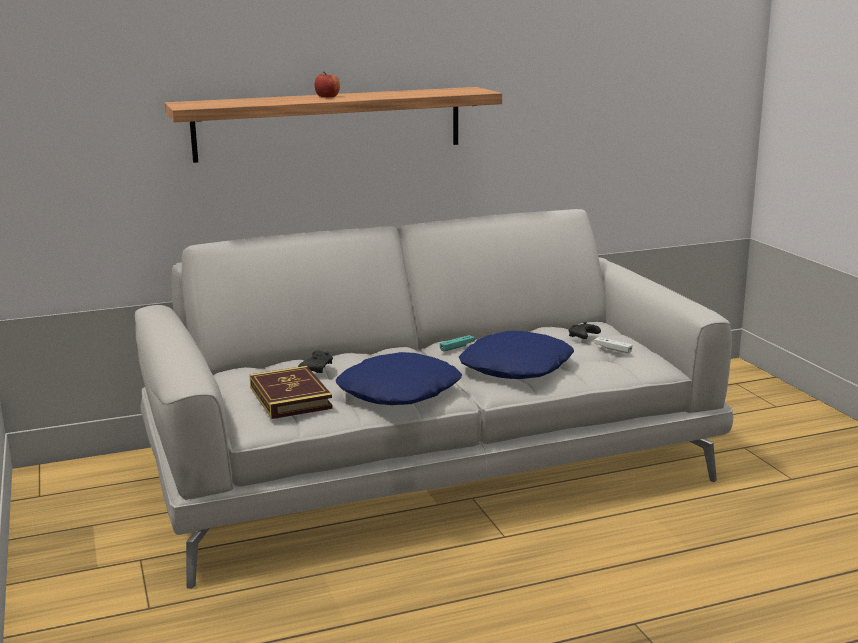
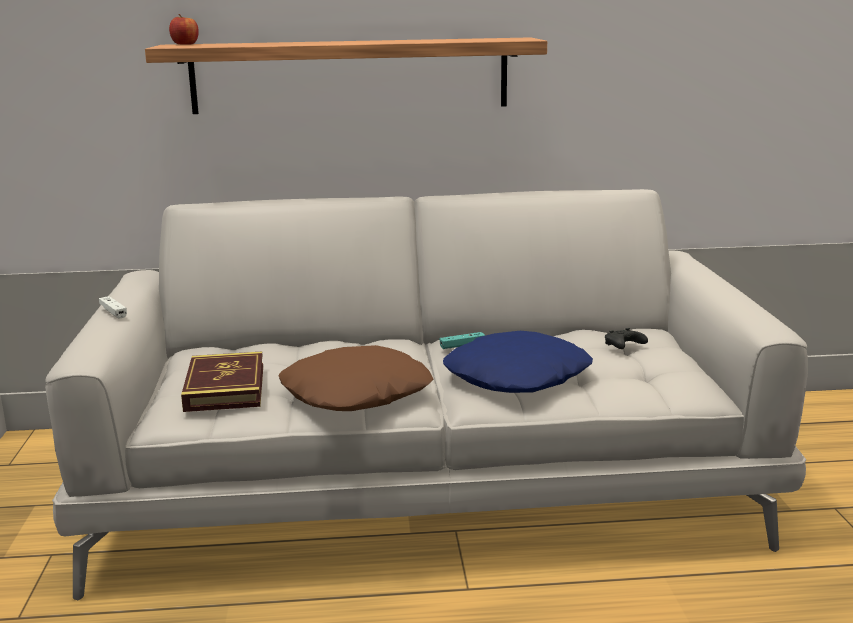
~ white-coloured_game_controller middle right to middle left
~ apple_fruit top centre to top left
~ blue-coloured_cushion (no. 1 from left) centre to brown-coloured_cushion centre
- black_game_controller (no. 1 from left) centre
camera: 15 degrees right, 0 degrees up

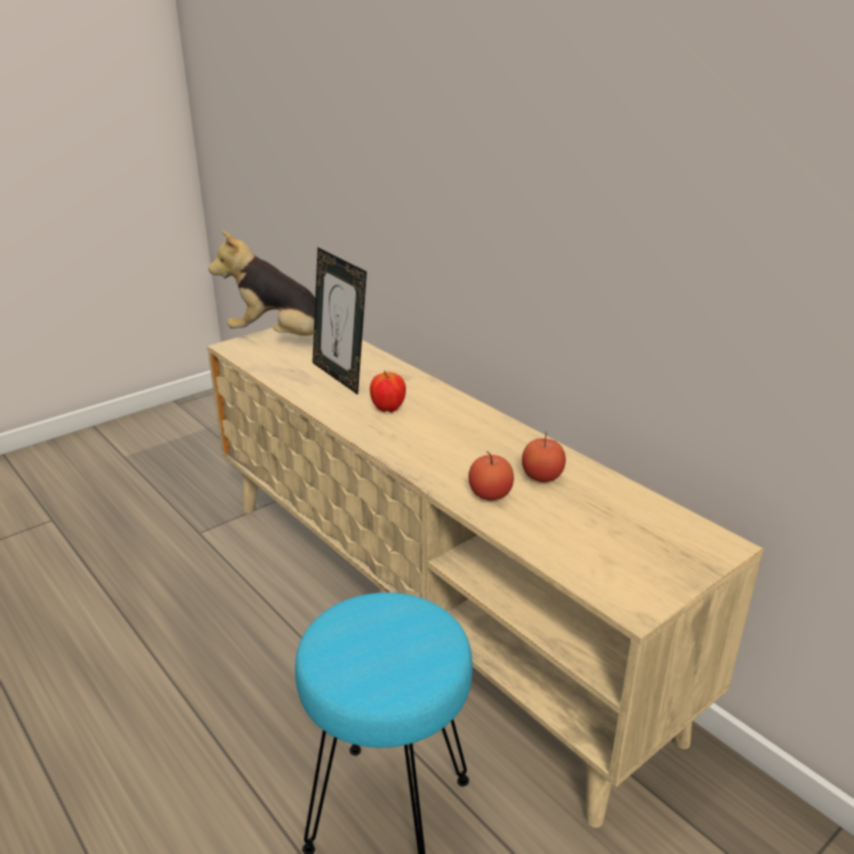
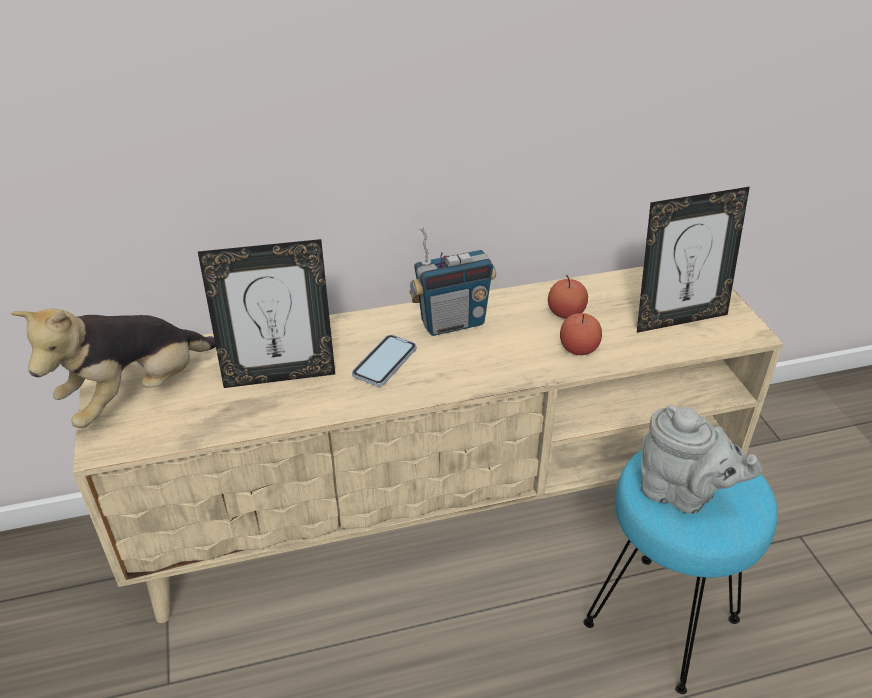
~ apple_fruit (no. 1 from left) centre to telephone centre
+ radio_set centre
+ standing_frame (no. 2 from left) middle right
+ gray_pot_for_tea middle right
camera: 65 degrees left, 10 degrees up

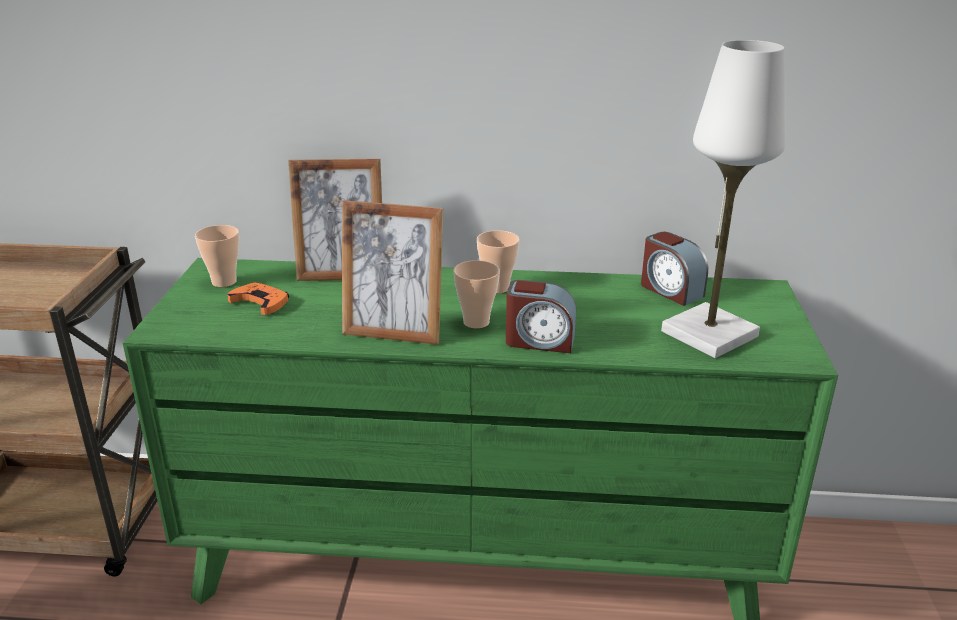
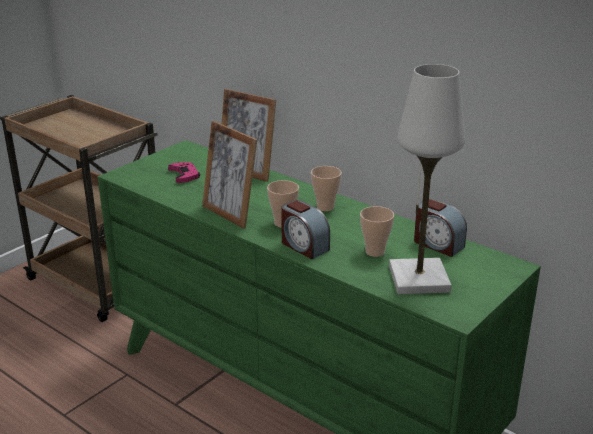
~ orangey_game_controller middle left to pink-coloured_game_controller middle left
~ cup (no. 1 from left in the first image) middle left to cup (no. 3 from left) centre
~ table_clock (no. 2 from left) middle right = middle right 45 degrees counterclockwise
camera: 35 degrees right, 0 degrees up

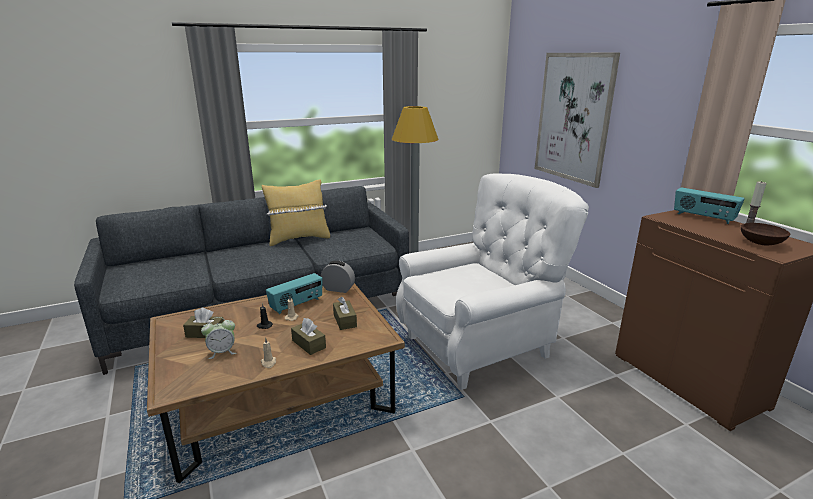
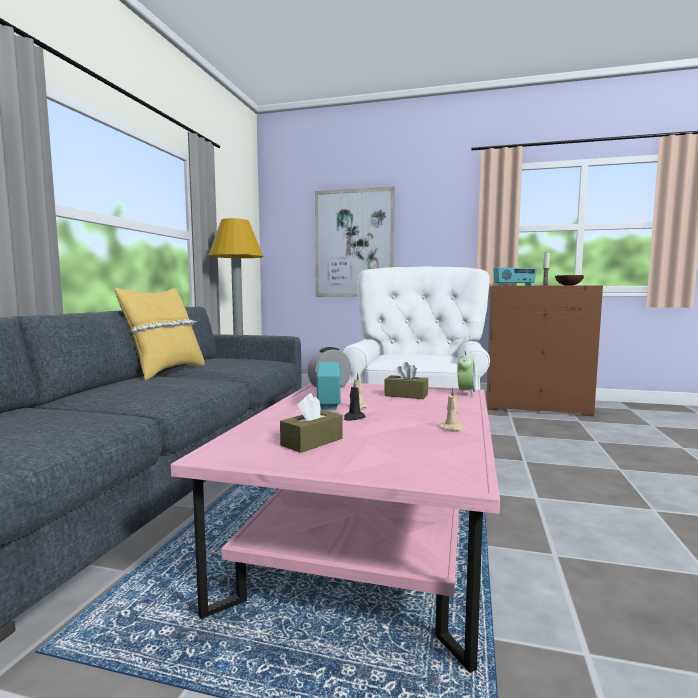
~ brown-coloured_low_table bottom centre to pink-coloured_low_table bottom centre
~ table_clock (no. 1 from left in the first image) bottom left to table_clock (no. 2 from left) middle right
- brown-coloured_box_of_tissues (no. 2 from left) bottom centre
camera: 50 degrees left, 15 degrees down

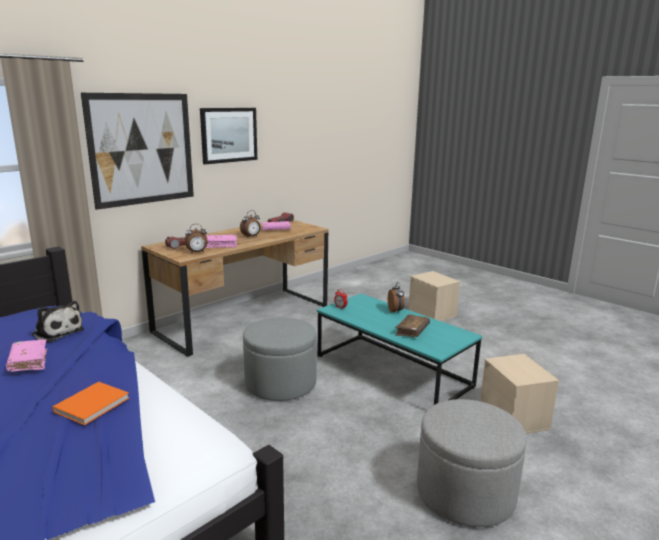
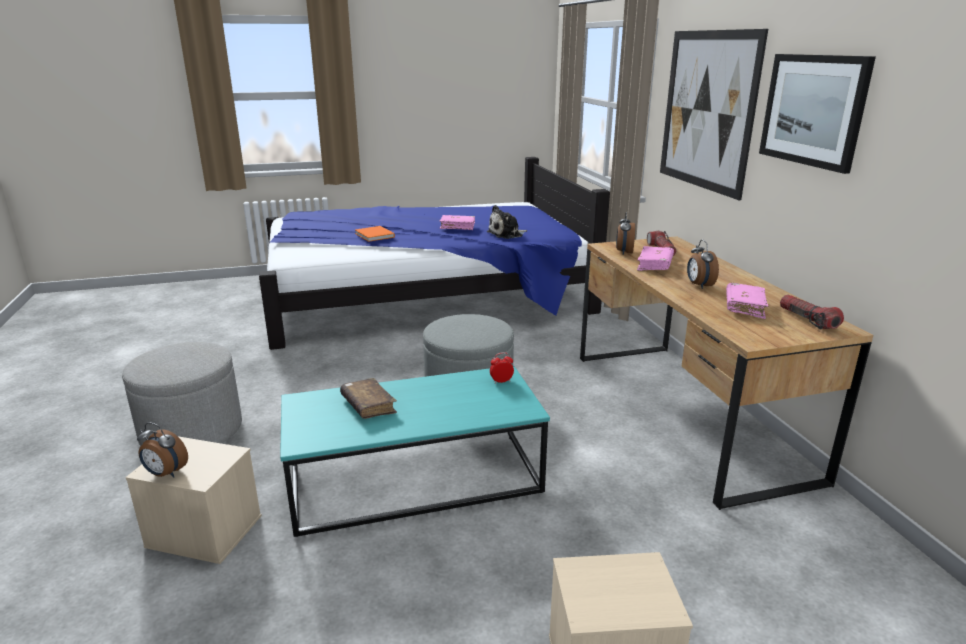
~ table_clock (no. 4 from left in the first image) centre to table_clock (no. 1 from left) bottom left
camera: 120 degrees right, 5 degrees up

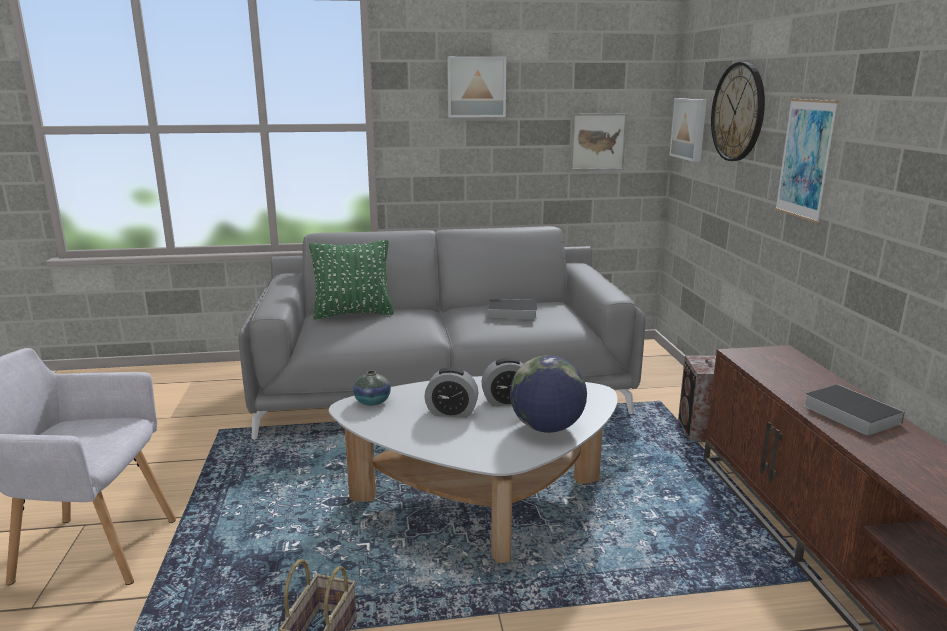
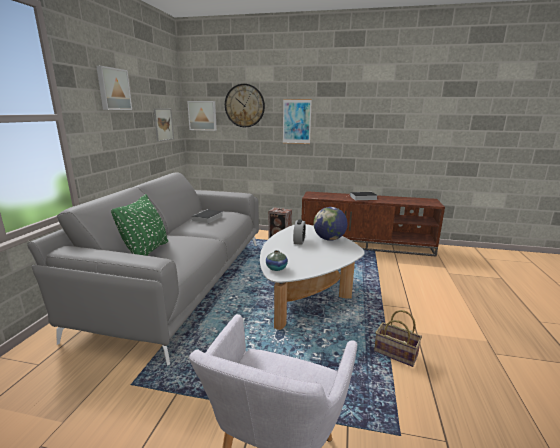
- table_clock (no. 1 from left) centre
camera: 70 degrees left, 0 degrees up

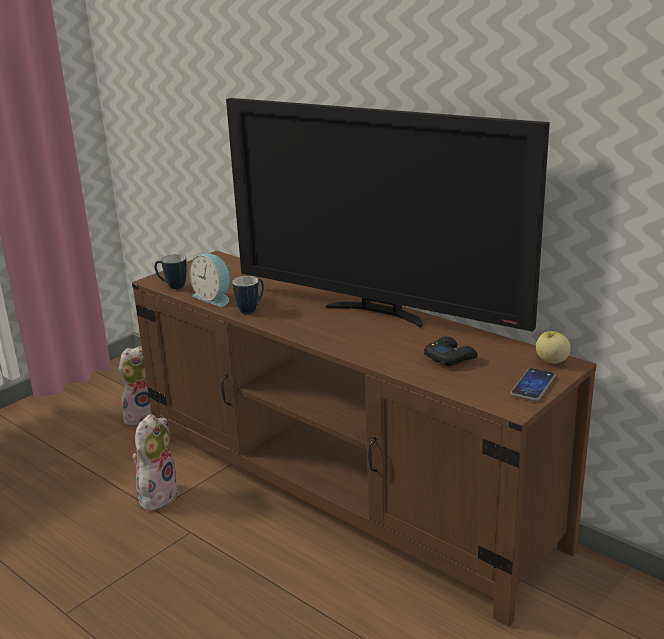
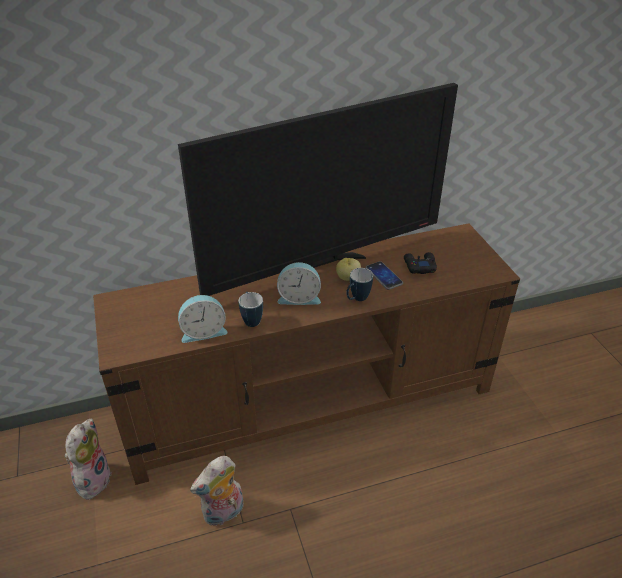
~ soft_toy (no. 2 from left) bottom left = bottom centre 90 degrees counterclockwise
+ table_clock (no. 2 from left) centre
~ apple_fruit middle right to centre
~ mug (no. 1 from left in the first image) middle left to mug (no. 2 from left) centre
~ telephone middle right to centre
camera: 60 degrees left, 15 degrees up

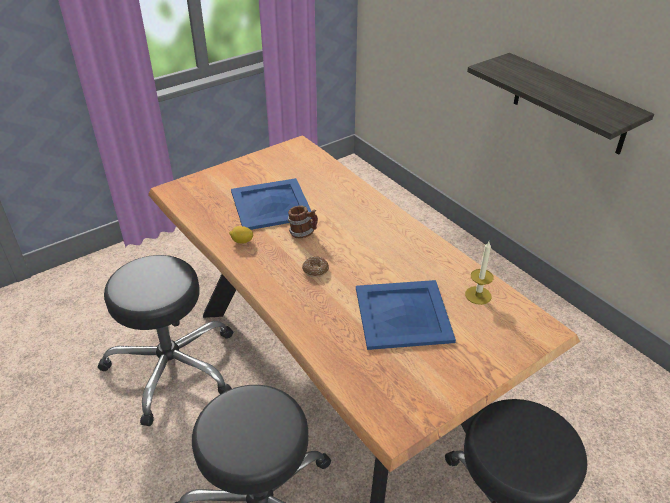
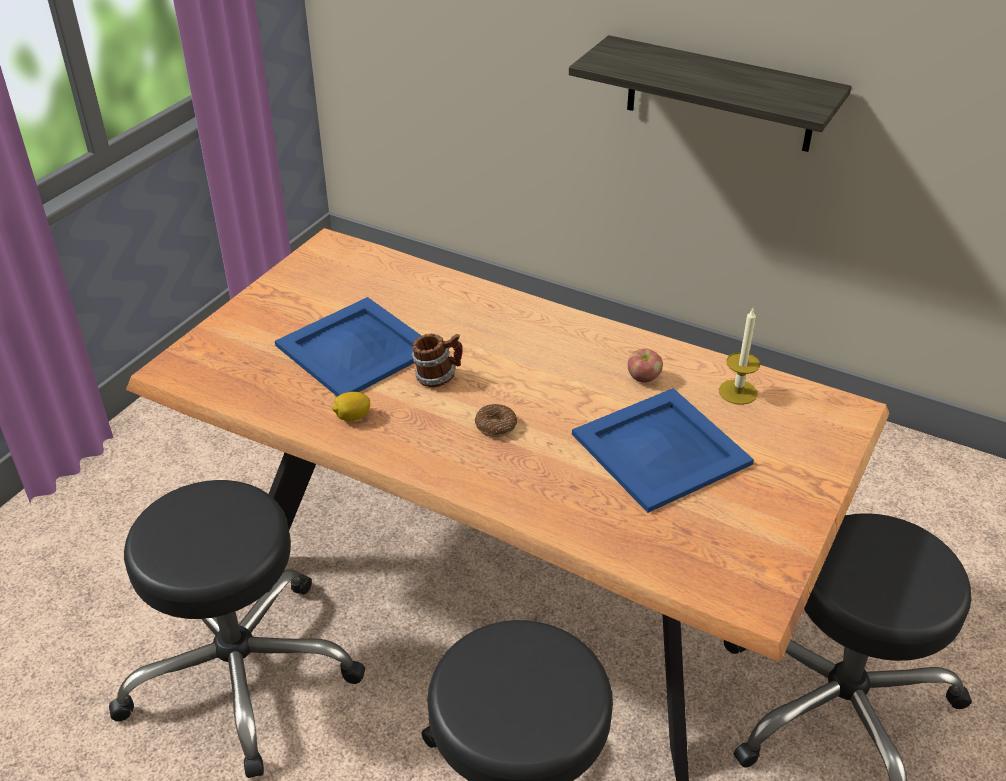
+ apple_fruit centre
camera: 25 degrees left, 0 degrees up

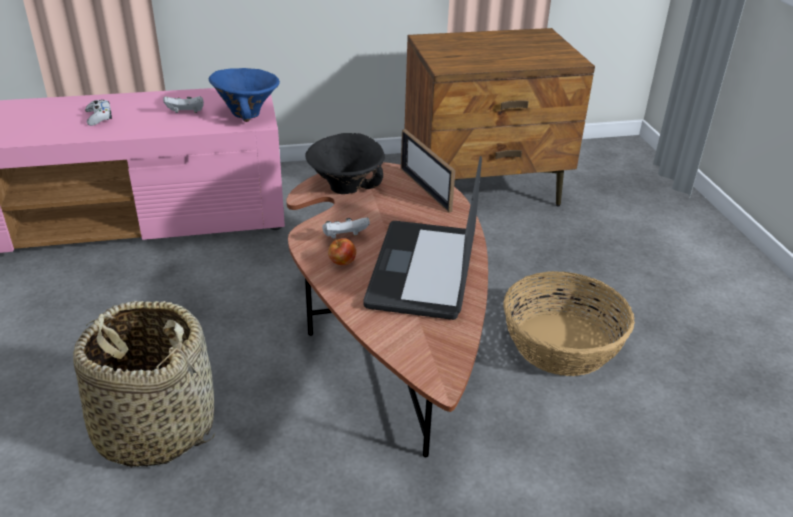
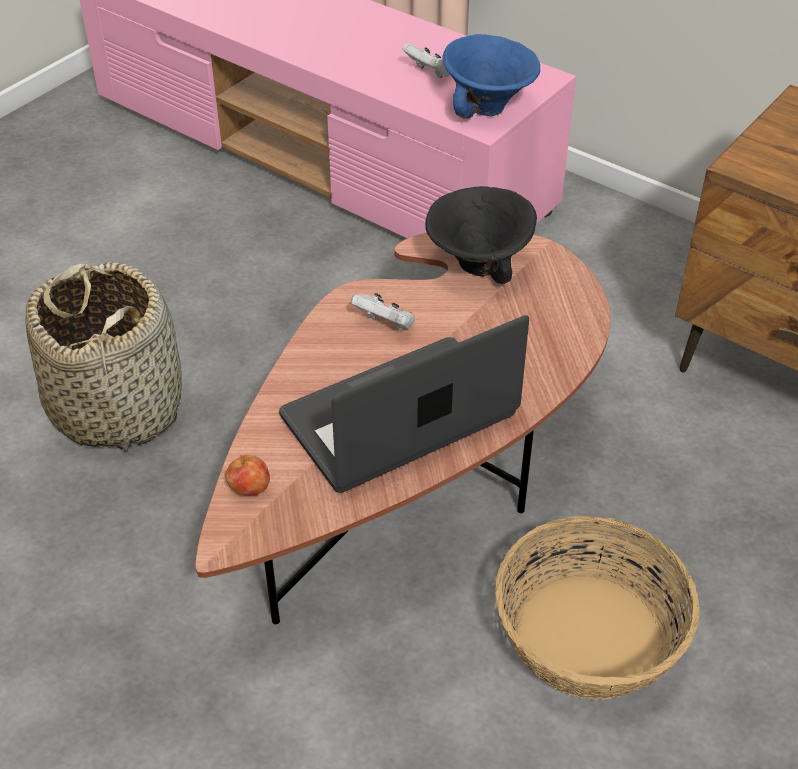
~ apple_fruit centre to middle left
- white-coloured_game_controller (no. 1 from left) top left
- standing_frame top centre
camera: 50 degrees right, 10 degrees up

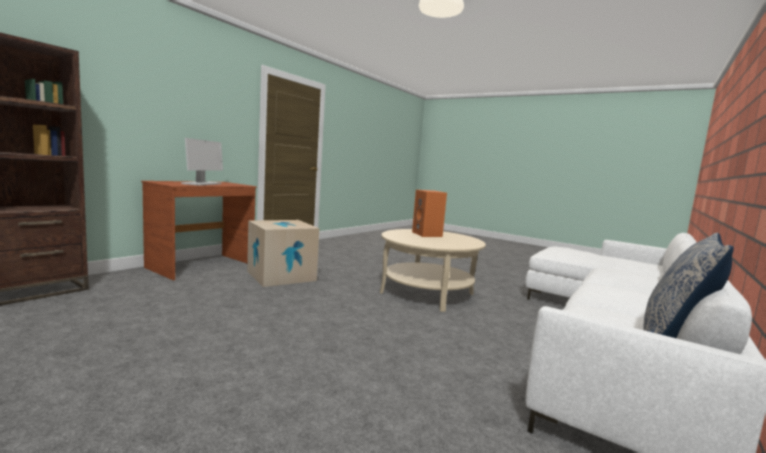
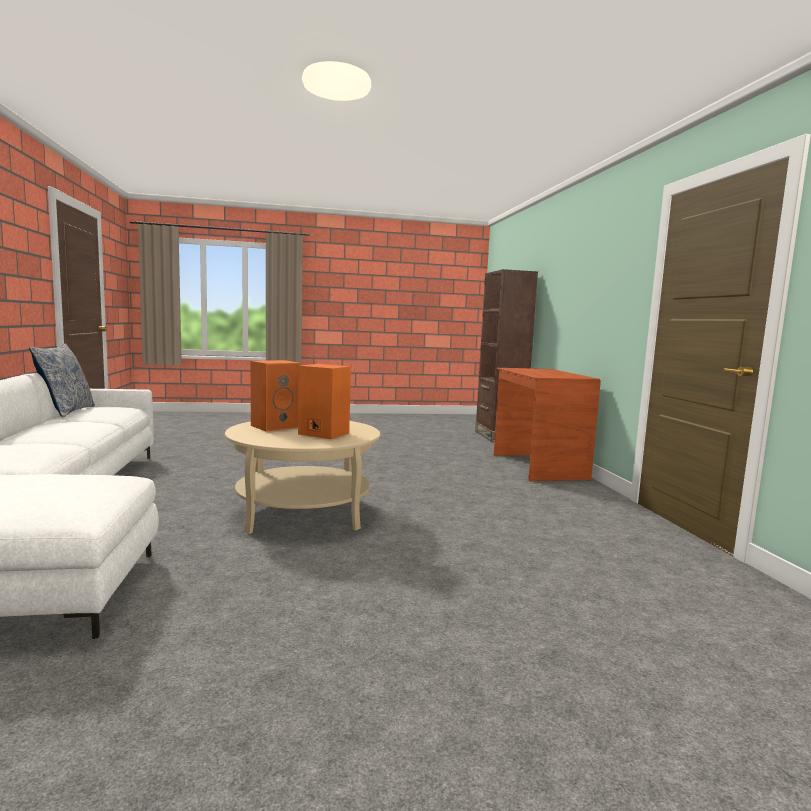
+ orangey_audio_speaker (no. 1 from left) centre
- computer_display middle left
- cardboard_box centre
camera: 135 degrees right, 0 degrees up

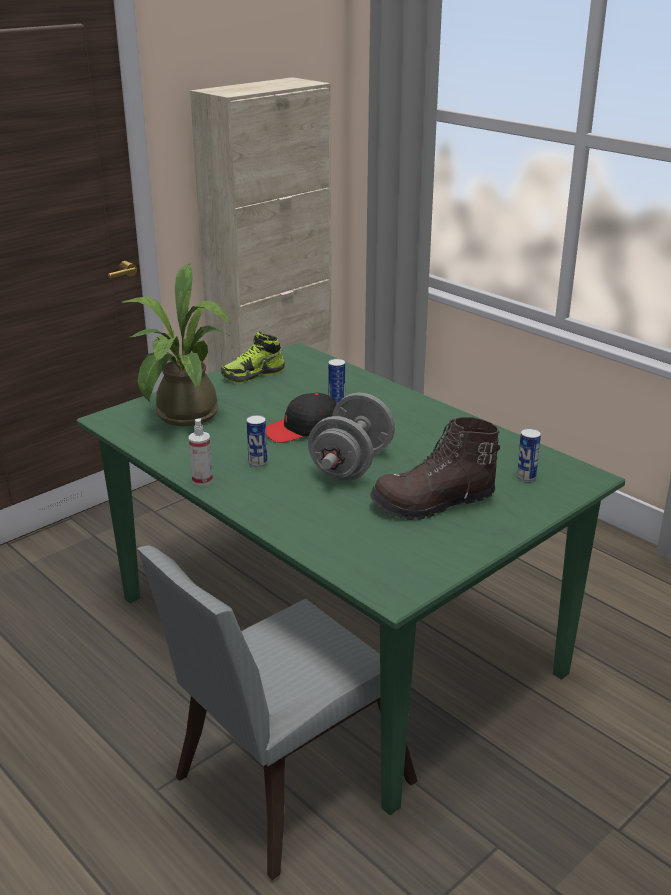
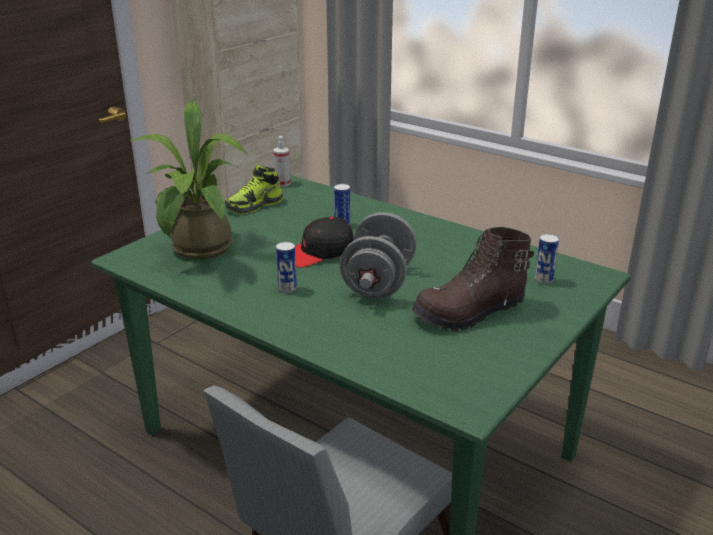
~ spray_bottle middle left to top centre
camera: 10 degrees left, 0 degrees up

